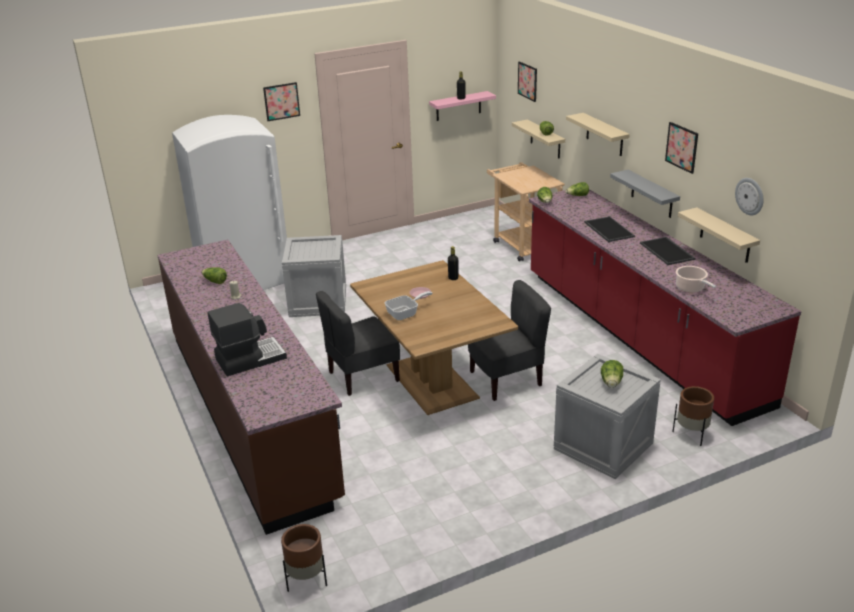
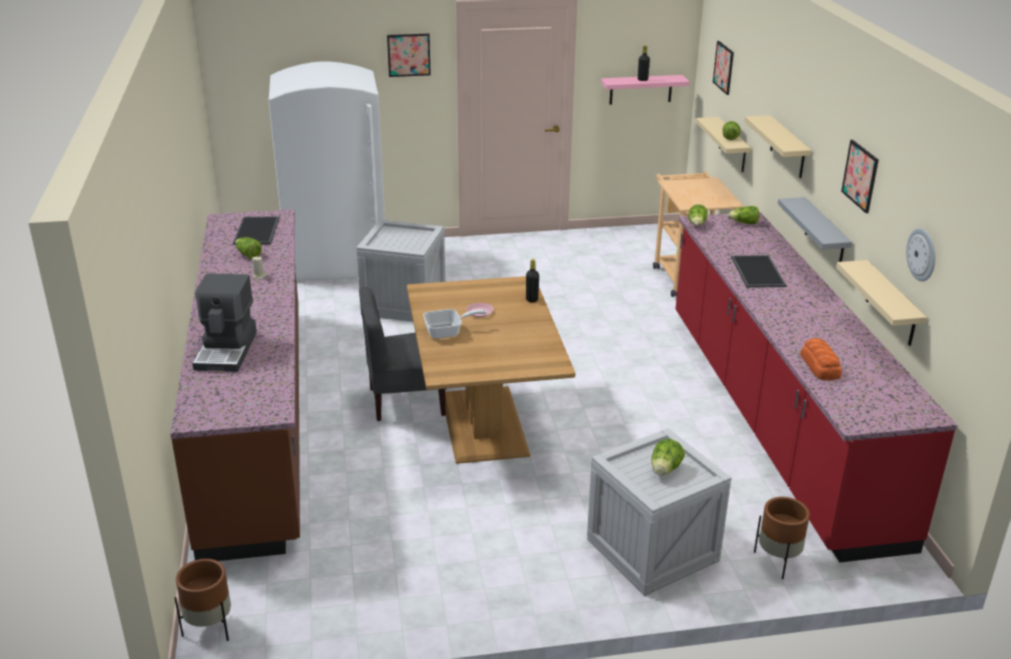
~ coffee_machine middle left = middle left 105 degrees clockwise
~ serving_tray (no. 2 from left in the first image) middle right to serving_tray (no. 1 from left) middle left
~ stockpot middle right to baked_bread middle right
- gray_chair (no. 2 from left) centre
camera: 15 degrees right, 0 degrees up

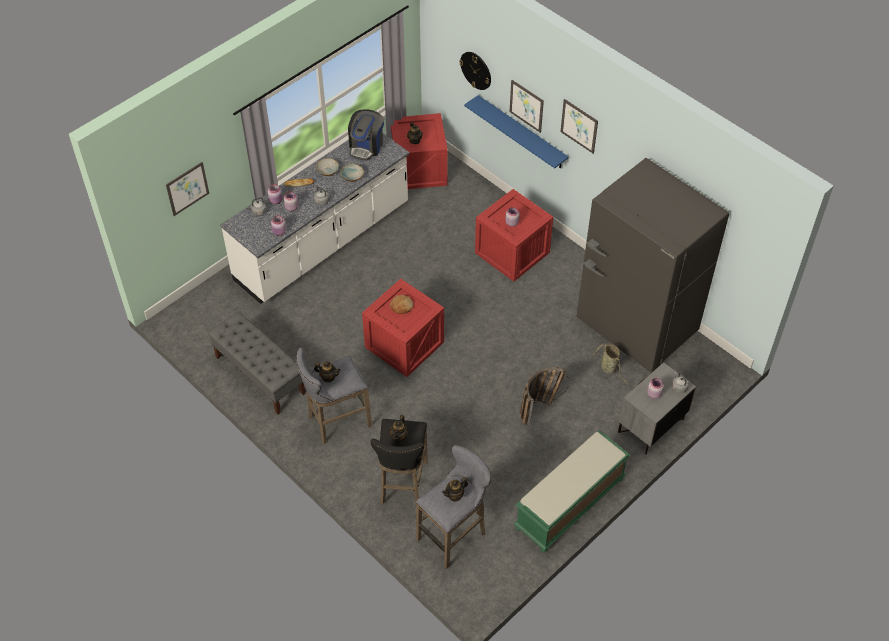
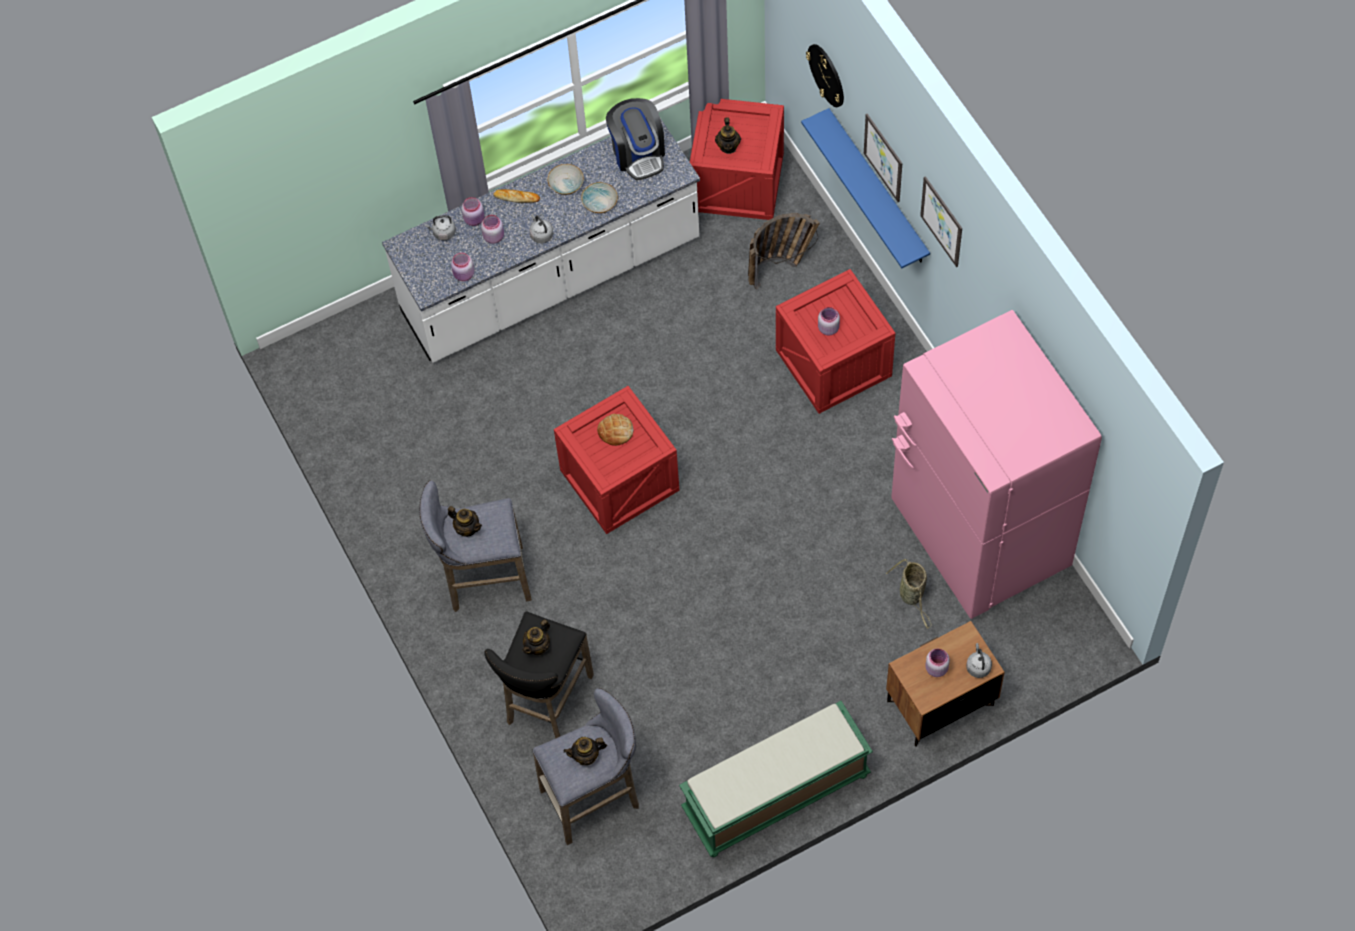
~ coffee_machine top centre = top centre 60 degrees counterclockwise
~ basket (no. 1 from left) centre to top centre
~ gray_nightstand middle right to brown-coloured_nightstand bottom right
~ gray_refrigerator middle right to pink-coloured_refrigerator middle right
- picture (no. 1 from left) top left
- gray_long_seat middle left
camera: 20 degrees right, 10 degrees up

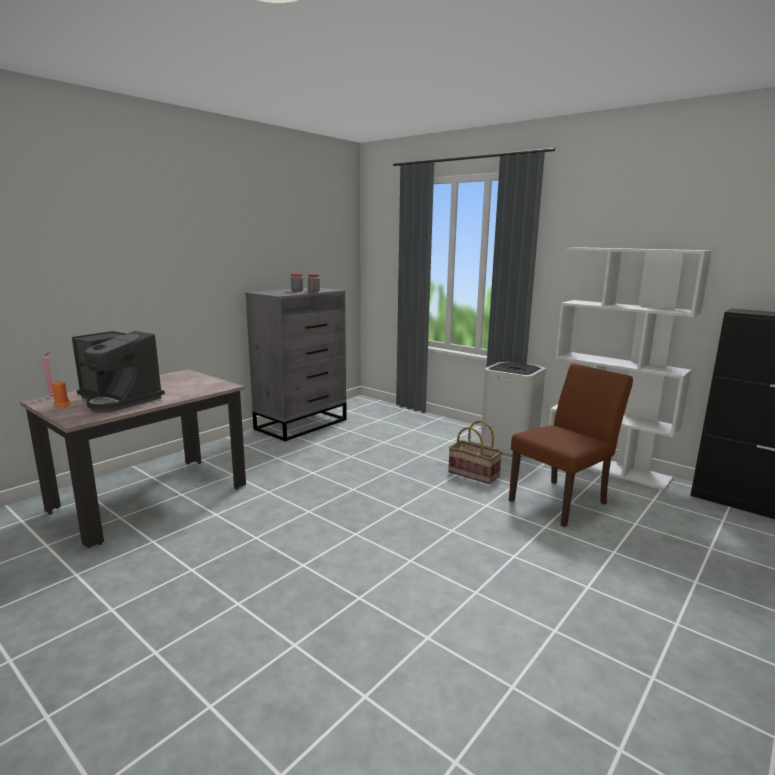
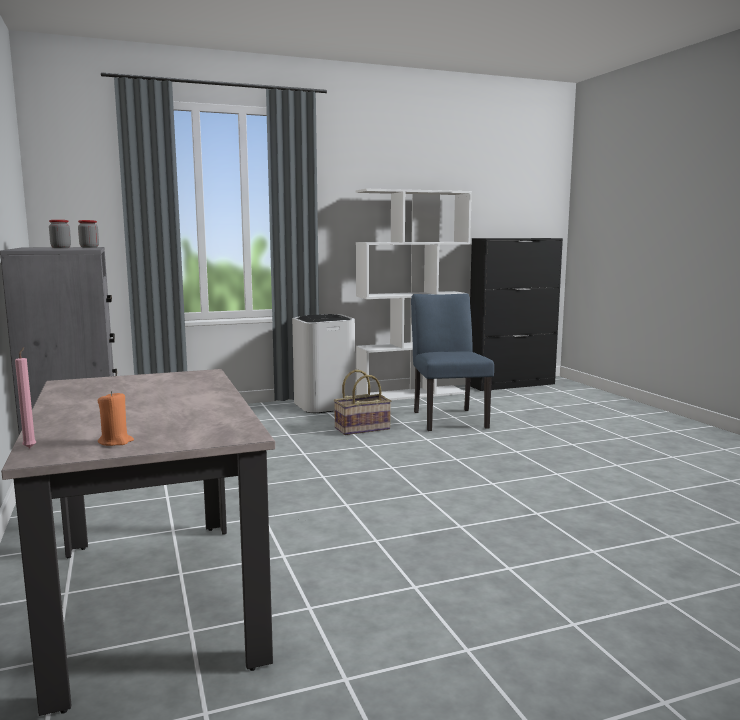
~ brown-coloured_chair middle right to blue-coloured_chair centre
- coffee_machine middle left
camera: 60 degrees left, 5 degrees down

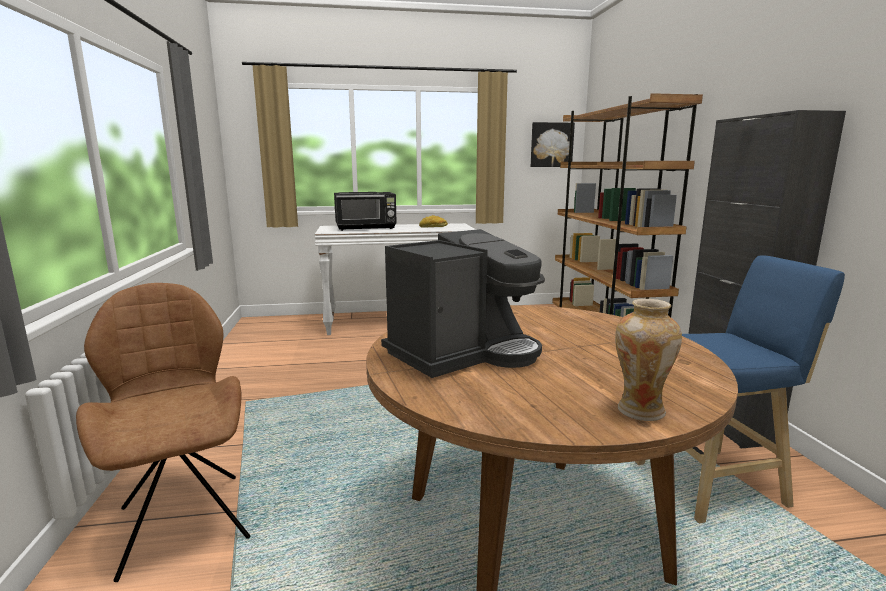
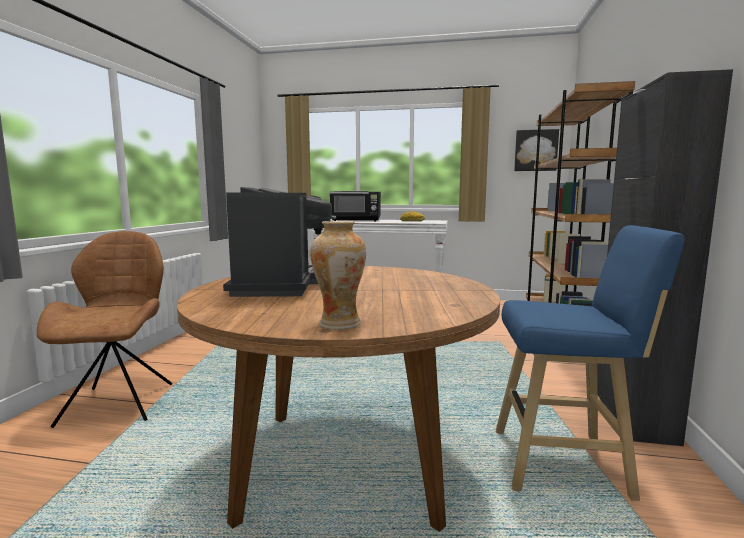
~ coffee_machine centre = centre 75 degrees counterclockwise
camera: 20 degrees right, 5 degrees down

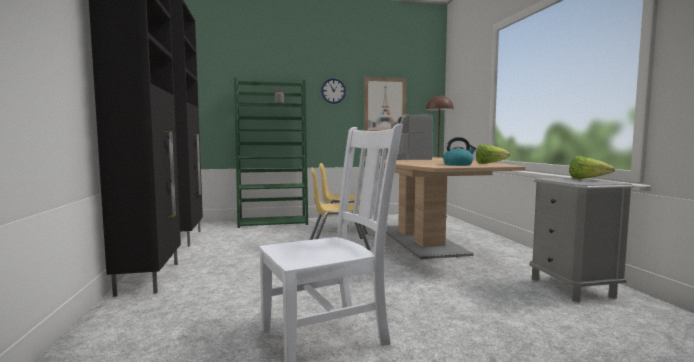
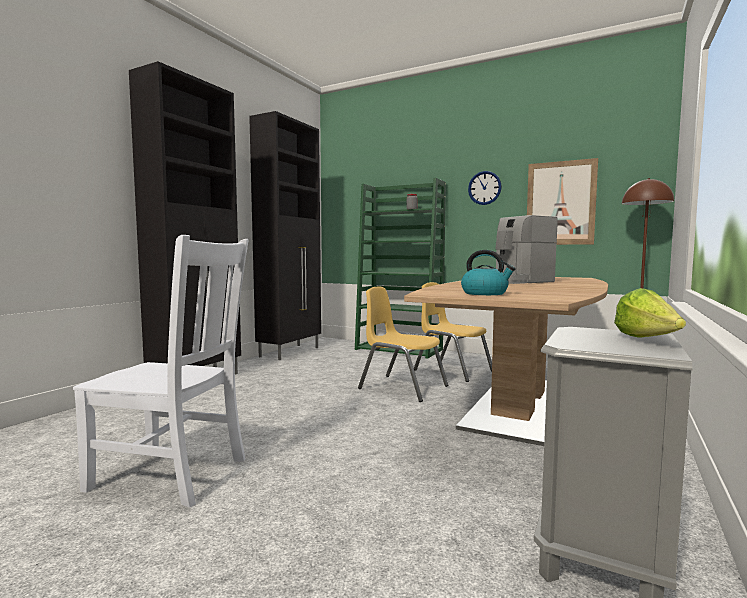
~ coffee_machine centre = middle right 60 degrees counterclockwise
- head_of_lettuce (no. 1 from left) middle right
camera: 40 degrees right, 0 degrees up

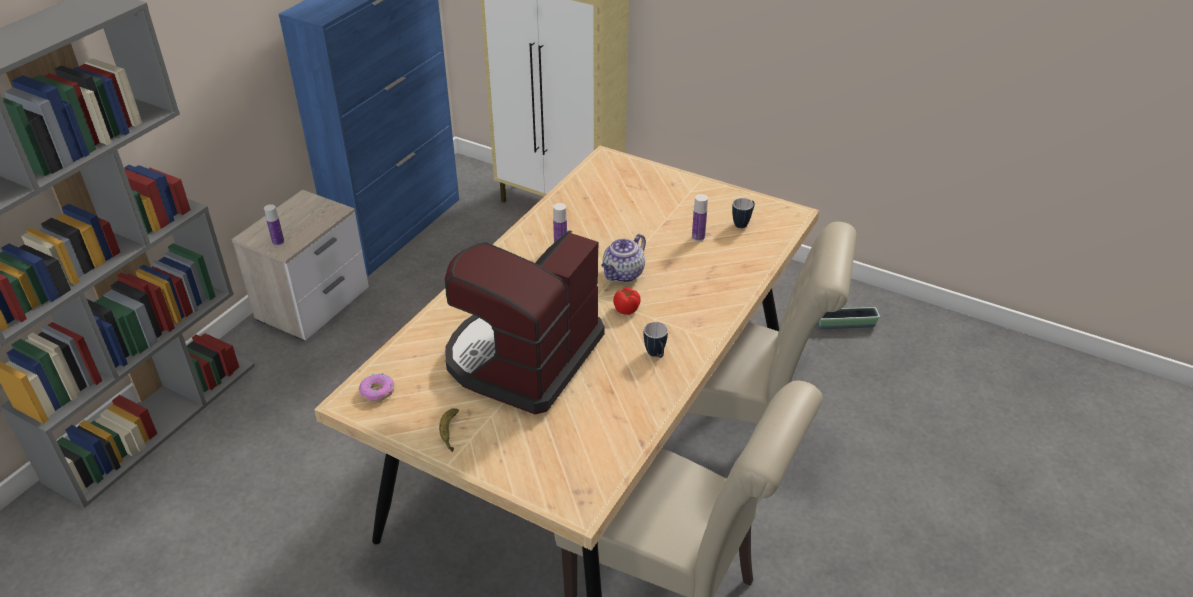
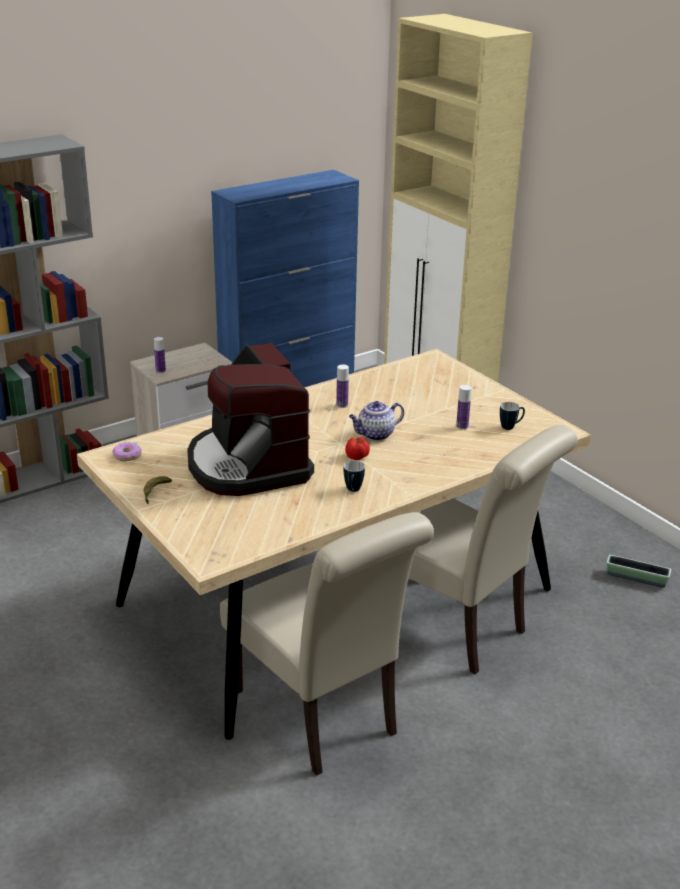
~ coffee_machine centre = centre 75 degrees counterclockwise
camera: 25 degrees right, 10 degrees down

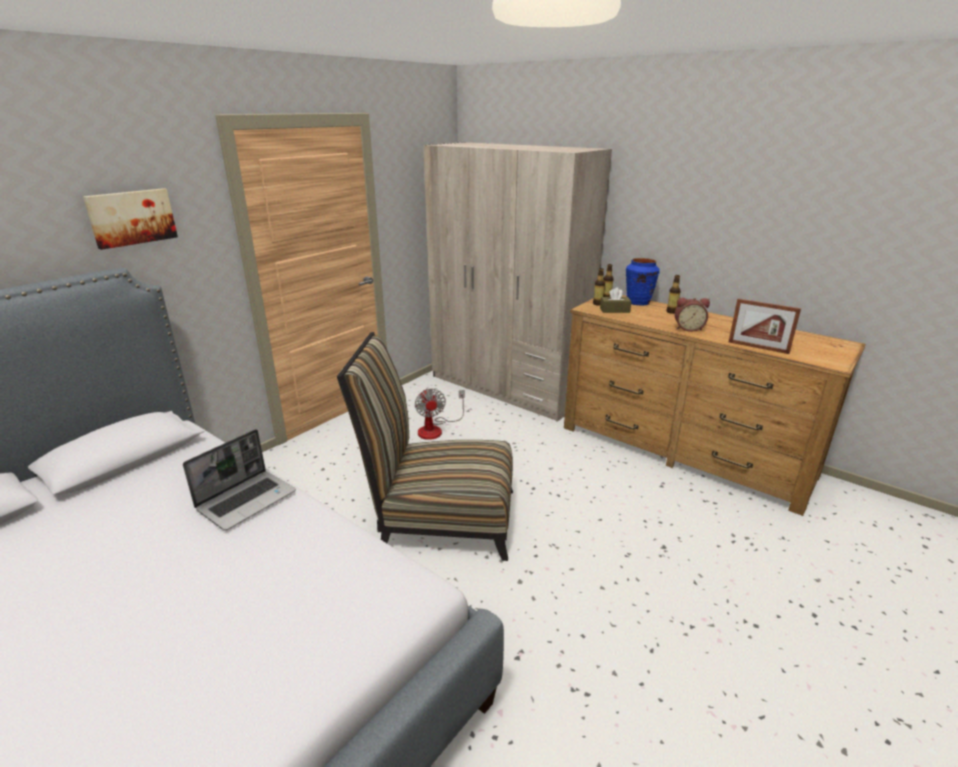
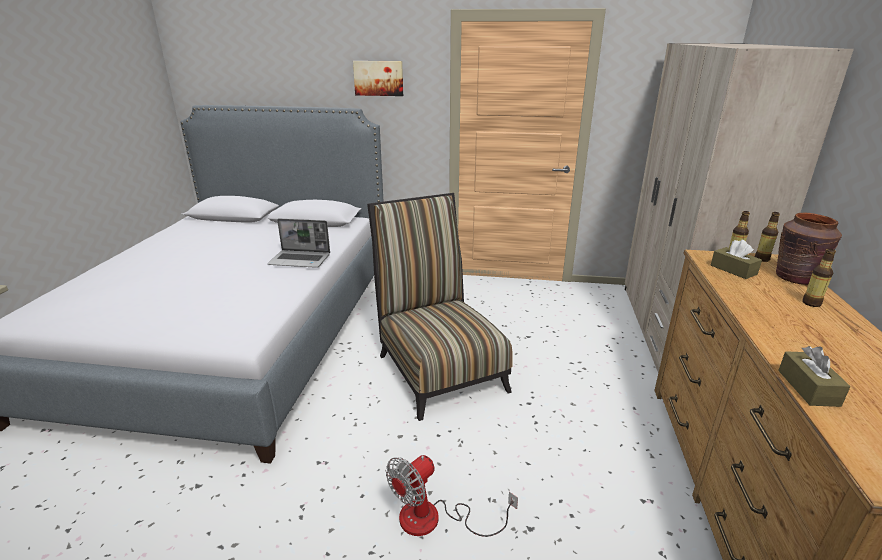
~ cooling_fan centre to bottom centre
~ blue-coloured_decorative_vase middle right to brown-coloured_decorative_vase middle right
~ standing_frame middle right to brown-coloured_box_of_tissues (no. 2 from left) bottom right
- table_clock middle right
camera: 60 degrees right, 0 degrees up

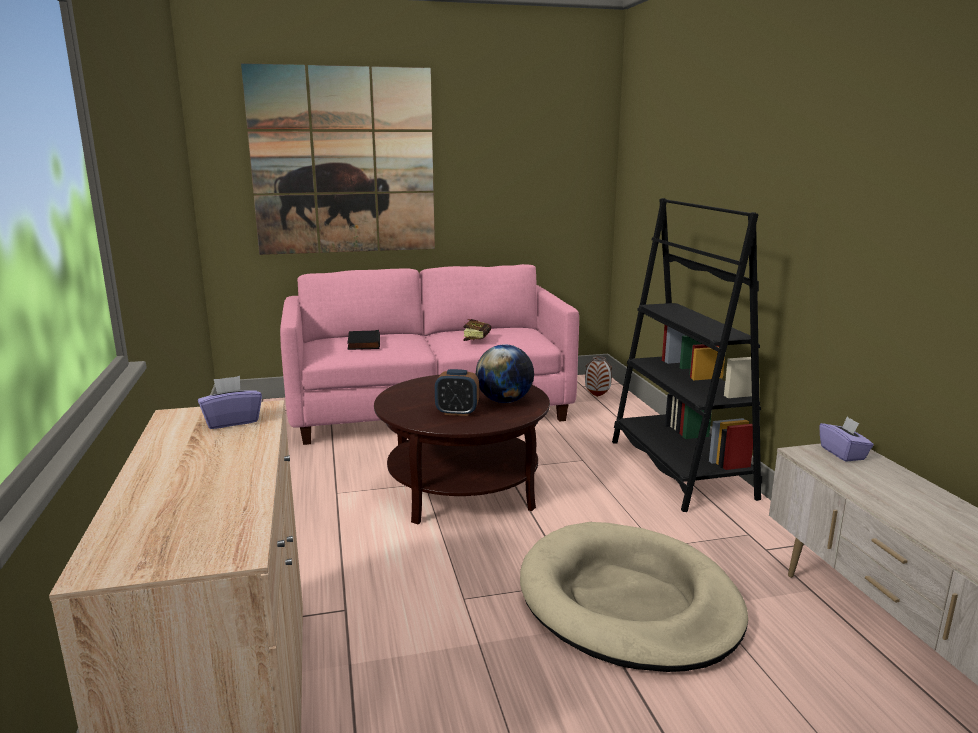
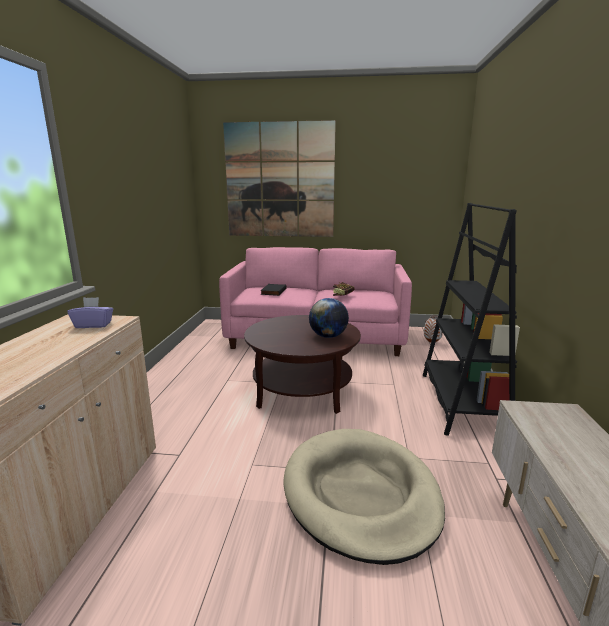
- table_clock centre
- purplish_box_of_tissues (no. 2 from left) middle right
camera: 20 degrees right, 0 degrees up

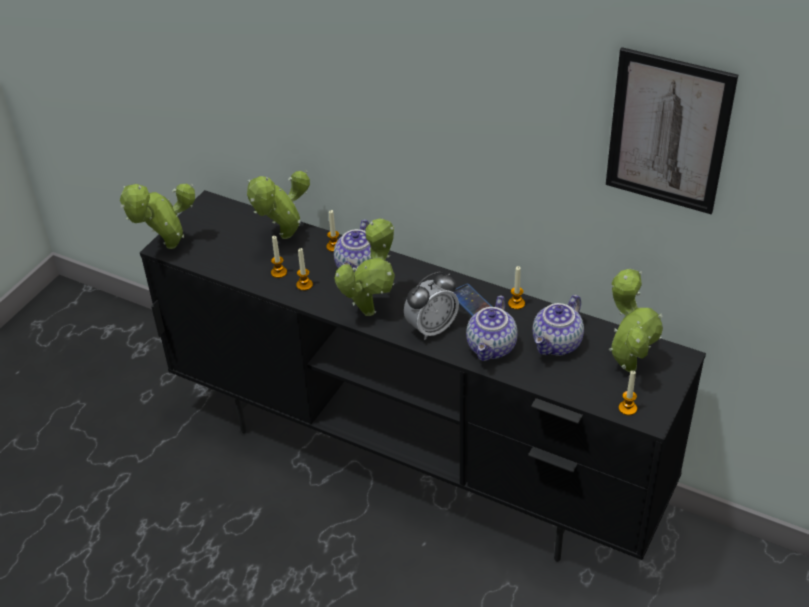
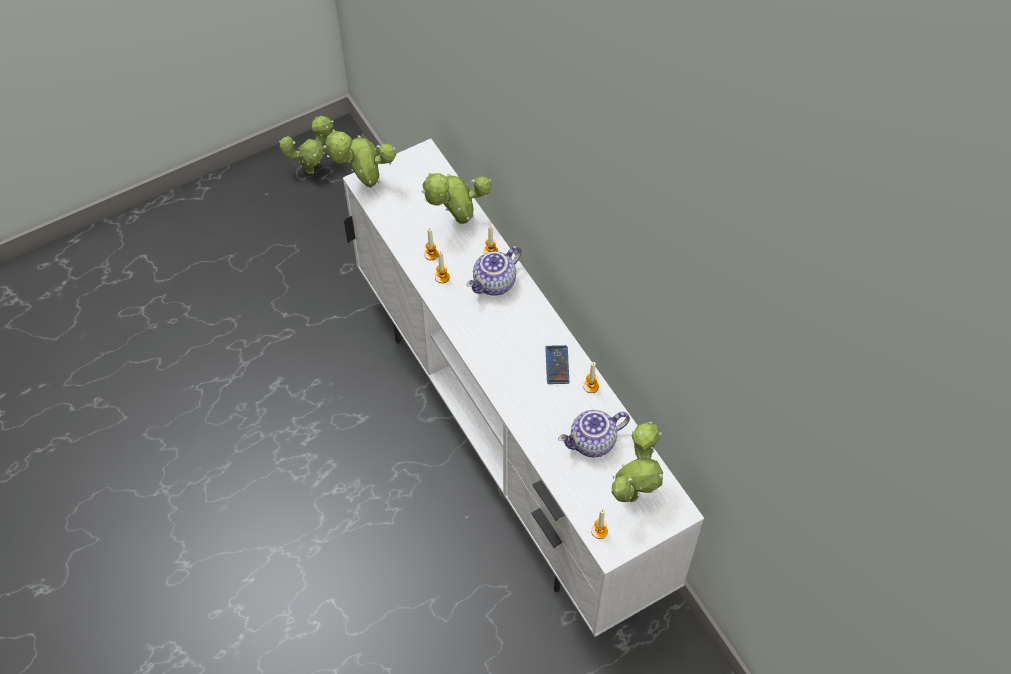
~ plant_in_a_pot (no. 3 from left in the first image) centre to plant_in_a_pot (no. 1 from left) top left
~ black_media_console centre to white-coloured_media_console centre
- table_clock centre
- pot_for_tea (no. 2 from left) centre
- picture top right
camera: 30 degrees right, 15 degrees up

